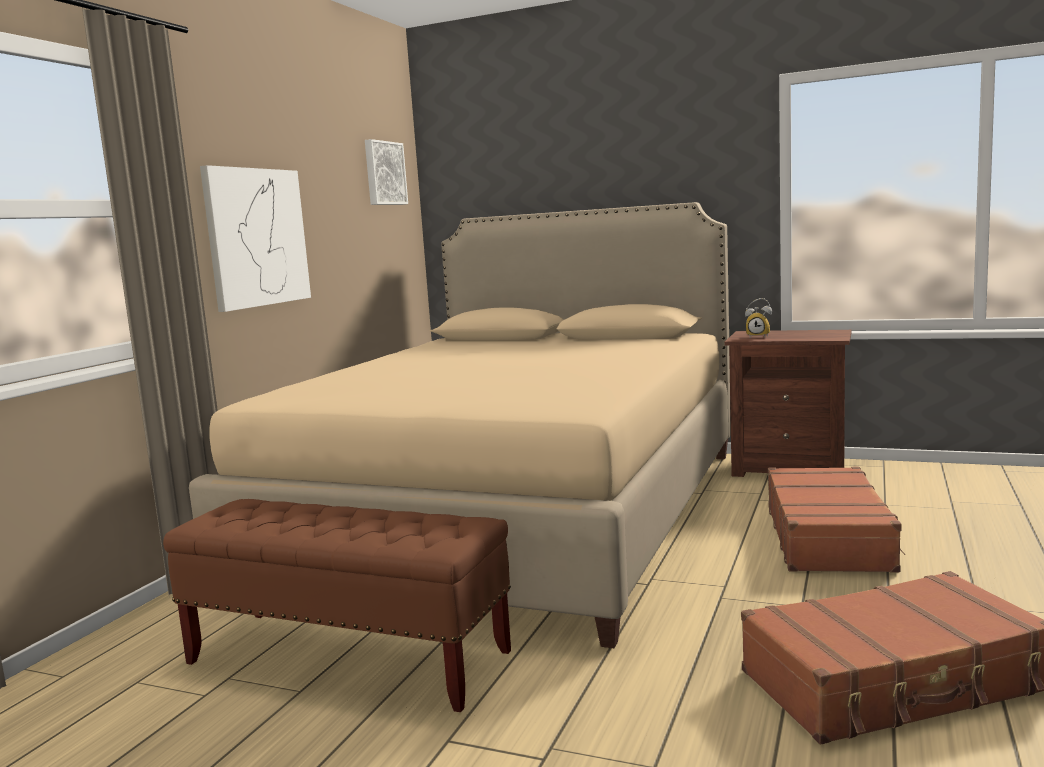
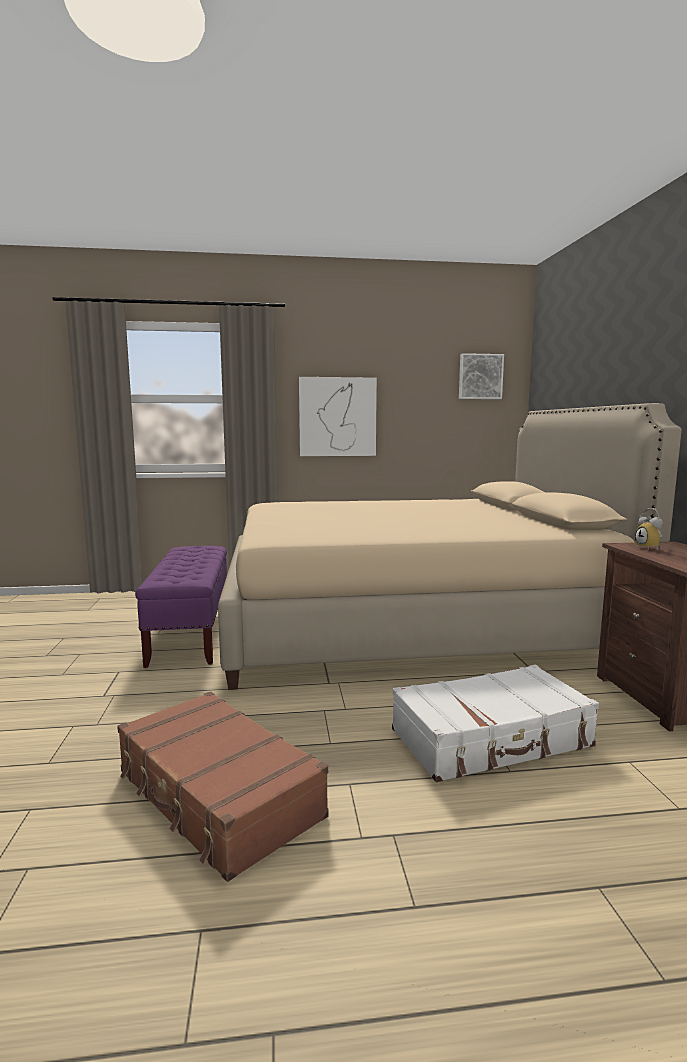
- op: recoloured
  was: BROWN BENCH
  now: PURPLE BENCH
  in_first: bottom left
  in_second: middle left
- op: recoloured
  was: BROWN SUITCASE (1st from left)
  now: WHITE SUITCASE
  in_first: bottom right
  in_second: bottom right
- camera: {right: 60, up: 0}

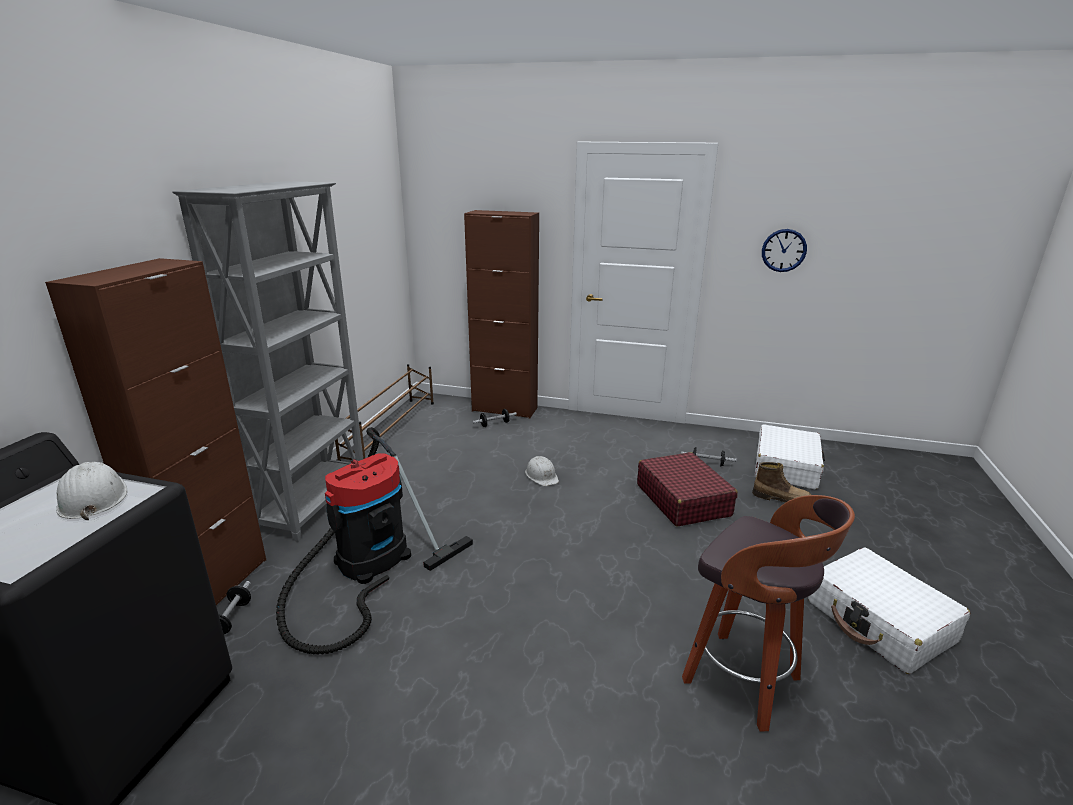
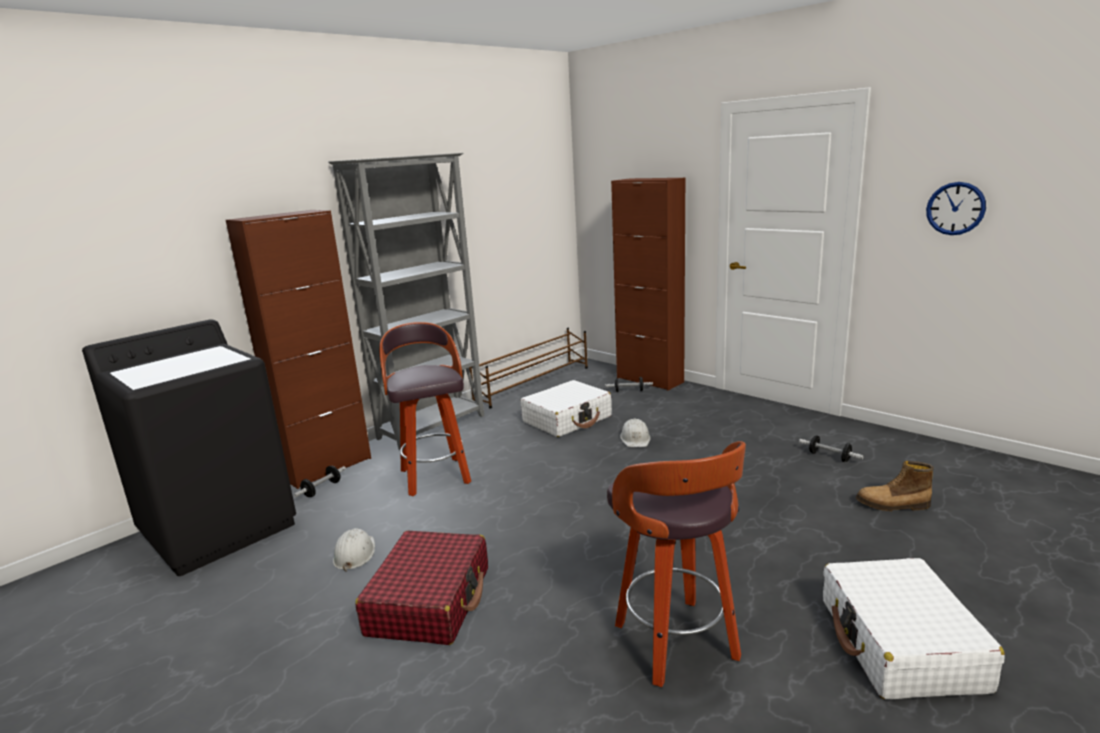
- op: moved
  was: WHITE HARD HAT (1st from left)
  in_first: middle left
  in_second: bottom left
- op: moved
  was: RED SUITCASE
  in_first: centre
  in_second: bottom centre
- op: moved
  was: WHITE SUITCASE (1st from left)
  in_first: middle right
  in_second: centre
- op: replaced
  was: VACUUM CLEANER
  now: STOOL (1st from left)
  in_first: bottom centre
  in_second: centre
- op: turned
  was: BOOT
  in_first: middle right
  in_second: middle right
  clockwise: 135
- camera: {right: 30, up: -5}

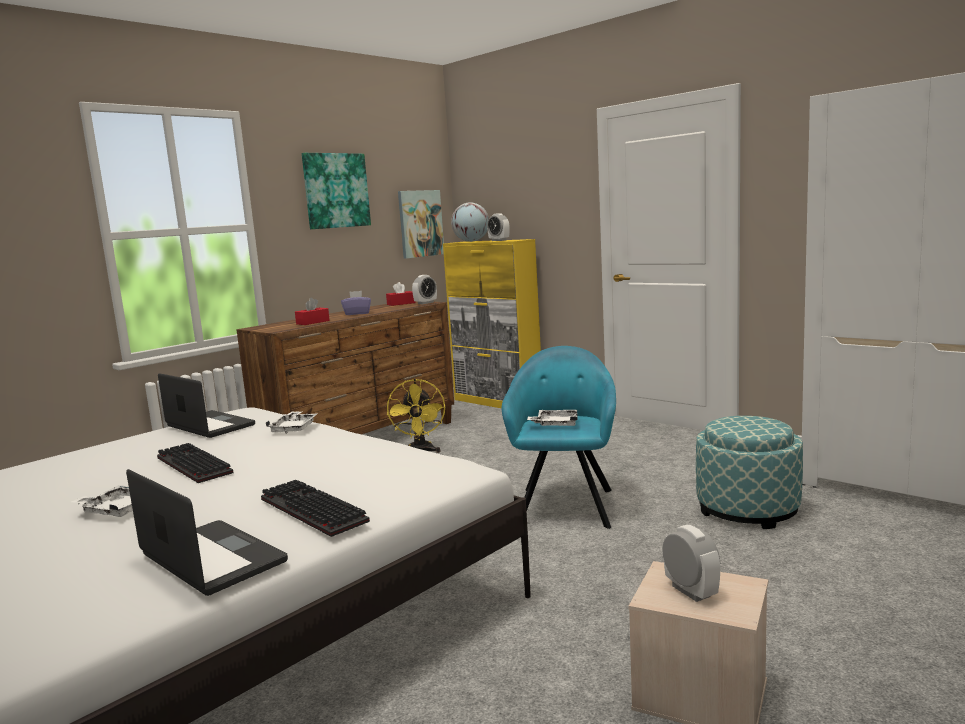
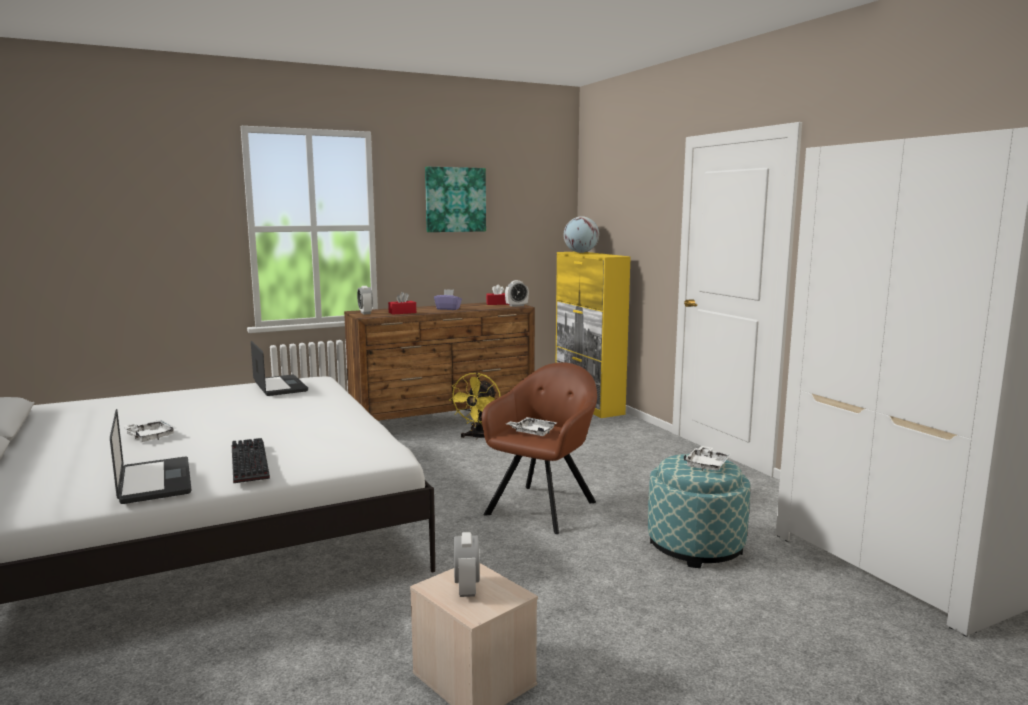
- op: removed
  was: KEYBOARD (1st from left)
  in_first: middle left
- op: removed
  was: PICTURE (2nd from left)
  in_first: top centre
- op: moved
  was: WHITE TRAY (2nd from left in the first image)
  now: WHITE TRAY (3rd from left)
  in_first: middle left
  in_second: middle right
- op: moved
  was: ALARM CLOCK (2nd from left in the first image)
  now: ALARM CLOCK (1st from left)
  in_first: top centre
  in_second: centre
- op: recoloured
  was: TURQUOISE ARMCHAIR
  now: BROWN ARMCHAIR
  in_first: centre
  in_second: centre
- camera: {right: 20, up: 0}

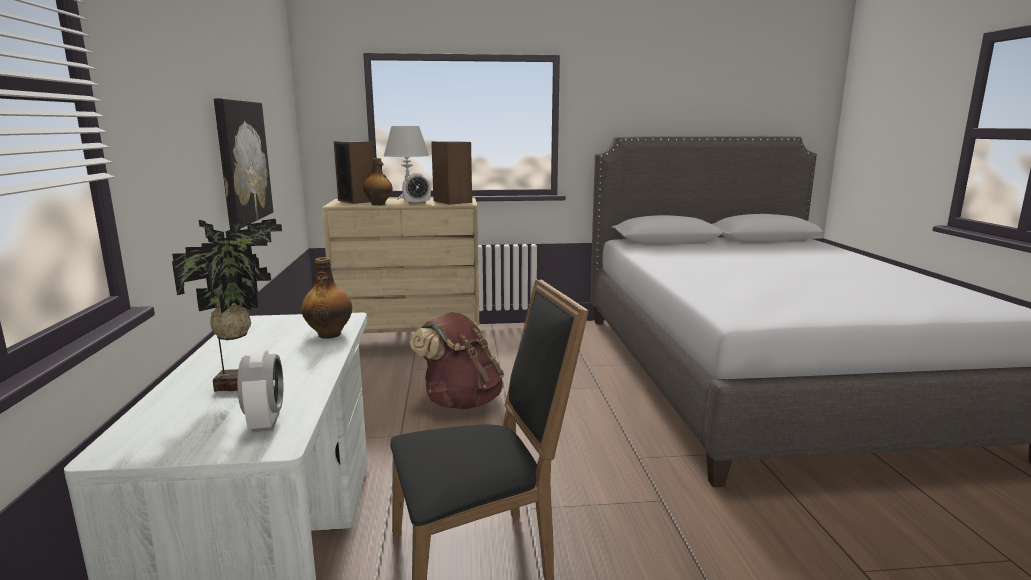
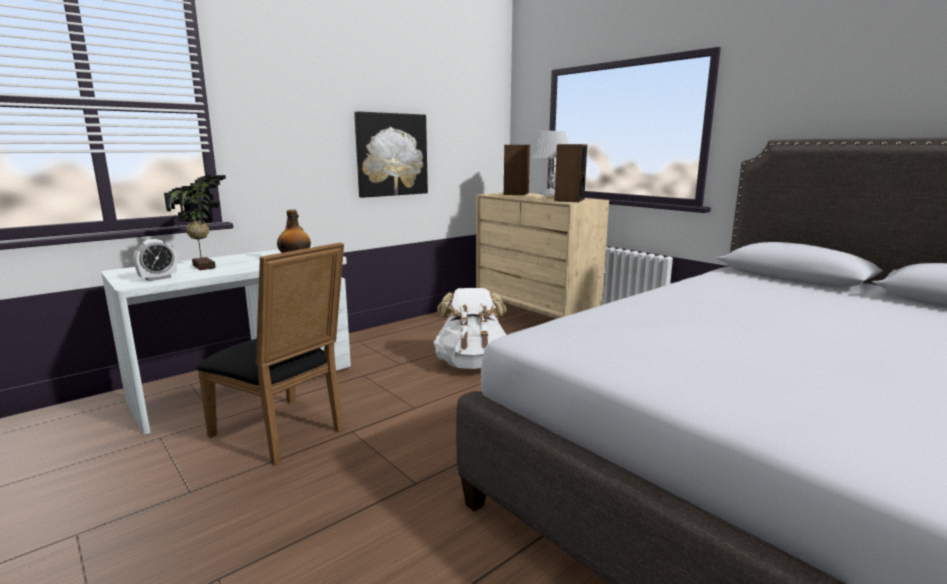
- op: removed
  was: BOTTLE (2nd from left)
  in_first: top centre
- op: removed
  was: ALARM CLOCK (2nd from left)
  in_first: top centre
- op: recoloured
  was: BROWN BACKPACK
  now: WHITE BACKPACK
  in_first: centre
  in_second: centre
- camera: {right: 55, up: 0}

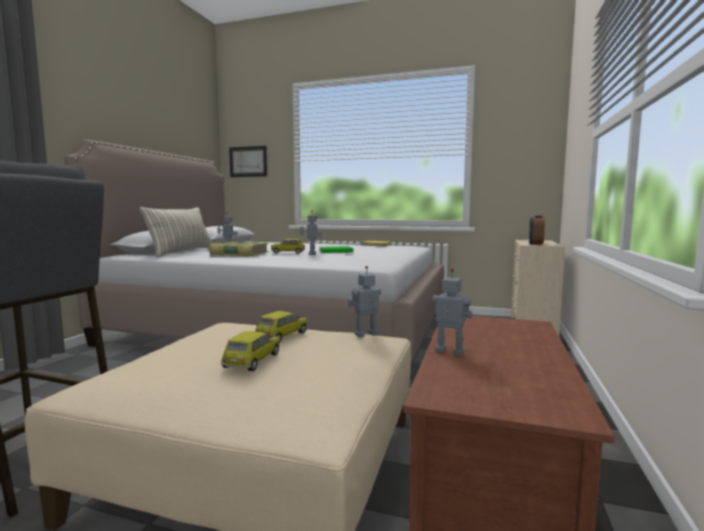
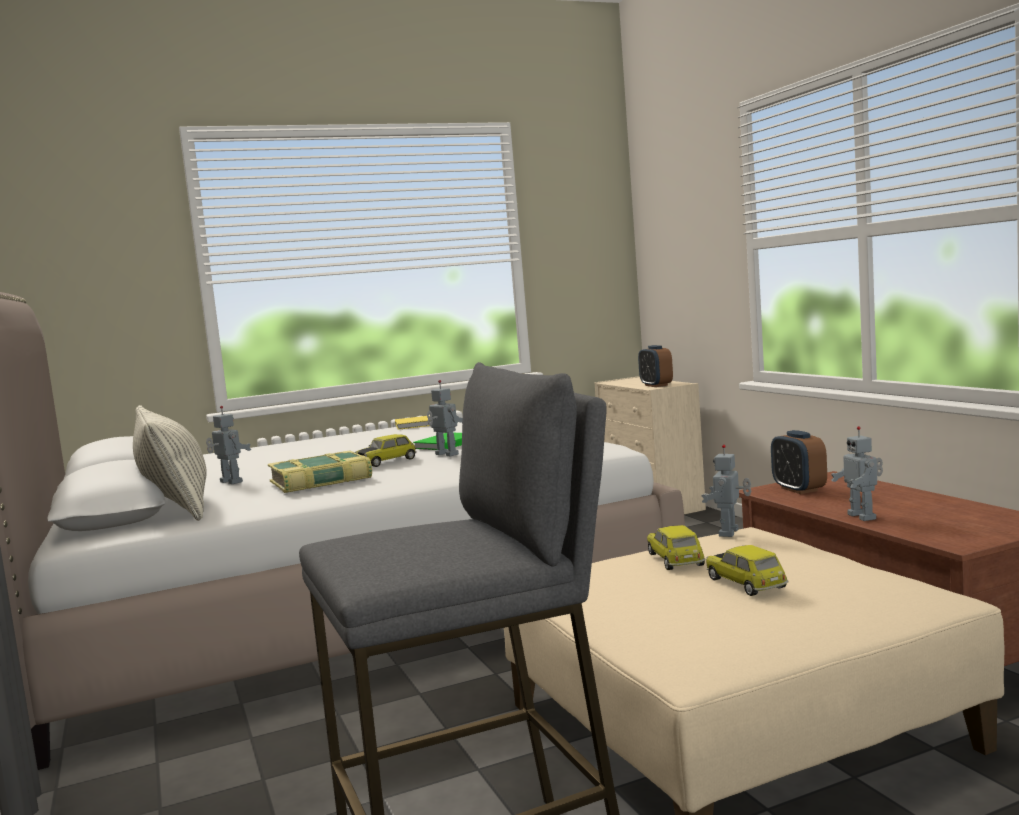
- op: removed
  was: PICTURE
  in_first: top centre
- op: added
  now: ALARM CLOCK (2nd from left)
  in_second: middle right
- op: turned
  was: TOY ROBOT (4th from left)
  in_first: centre
  in_second: middle right
  clockwise: -90
- camera: {right: -40, up: 0}

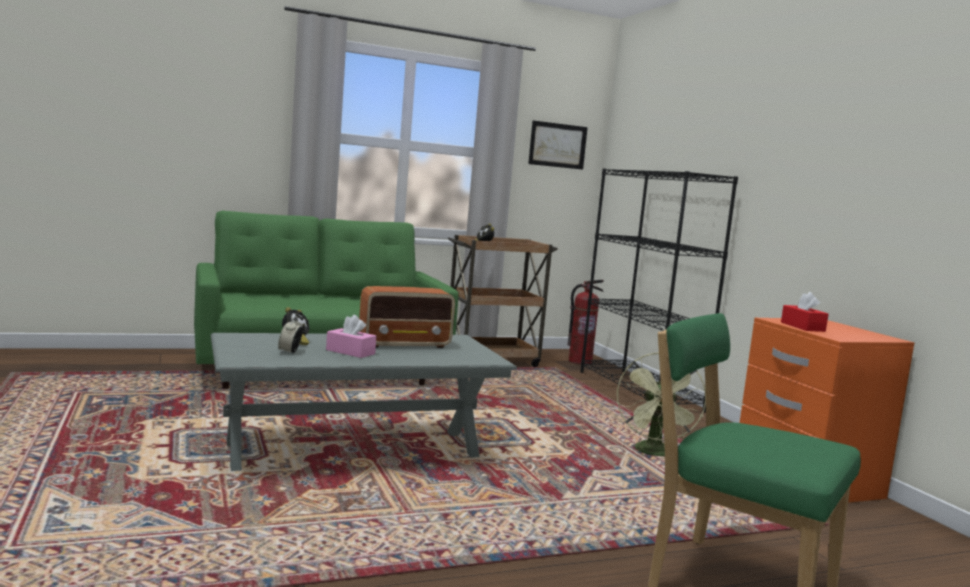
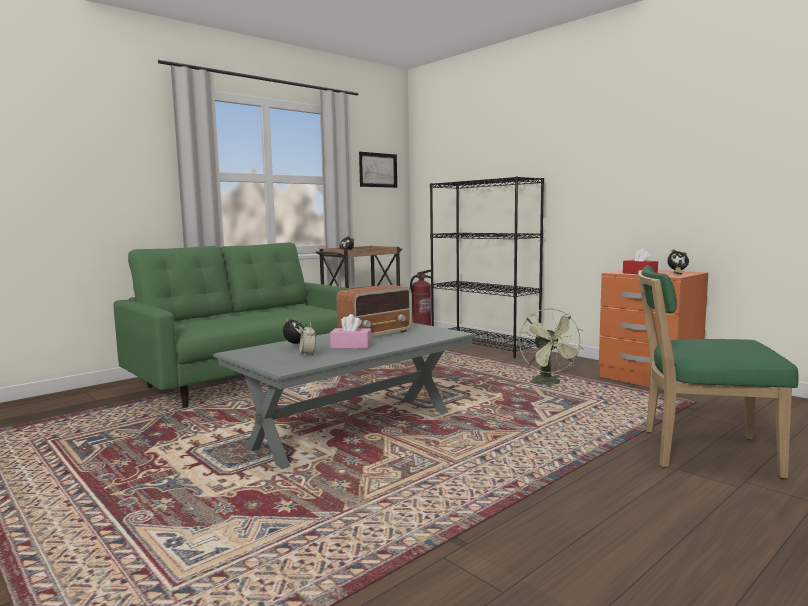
- op: added
  now: ALARM CLOCK (4th from left)
  in_second: middle right
- camera: {right: -20, up: 0}

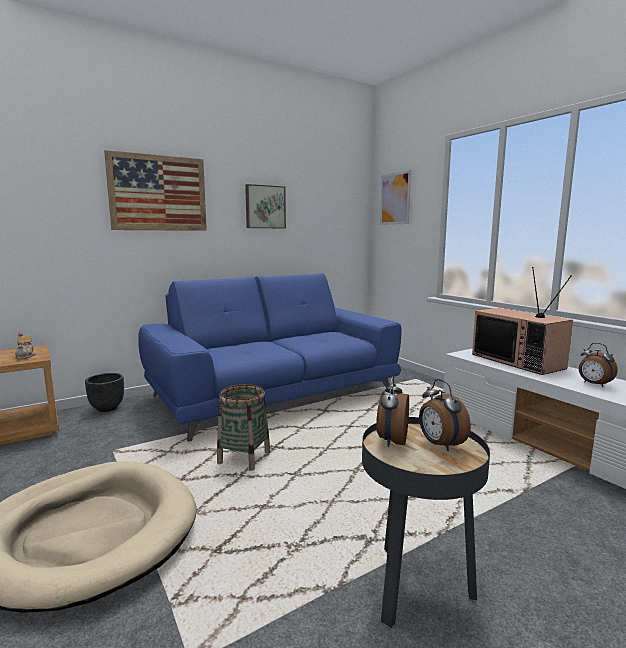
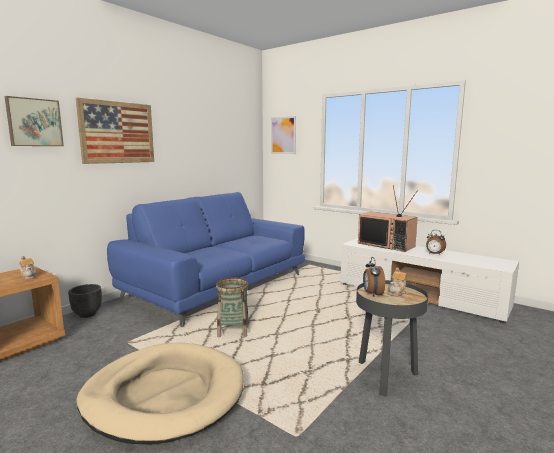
- op: moved
  was: PICTURE (2nd from left in the first image)
  now: PICTURE (1st from left)
  in_first: top centre
  in_second: top left
- op: replaced
  was: ALARM CLOCK (2nd from left)
  now: TEAPOT (2nd from left)
  in_first: middle right
  in_second: middle right
- camera: {right: -20, up: 0}

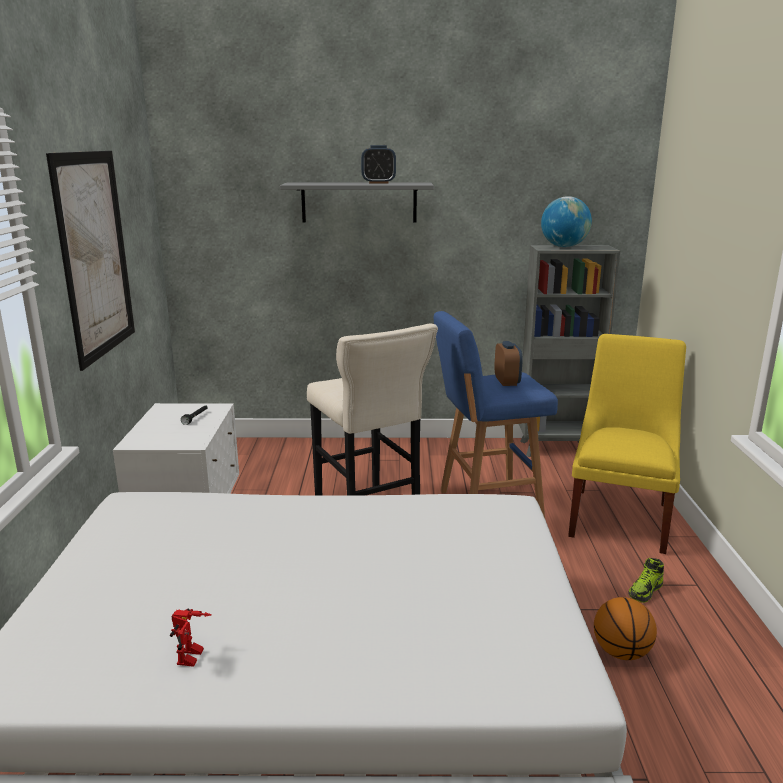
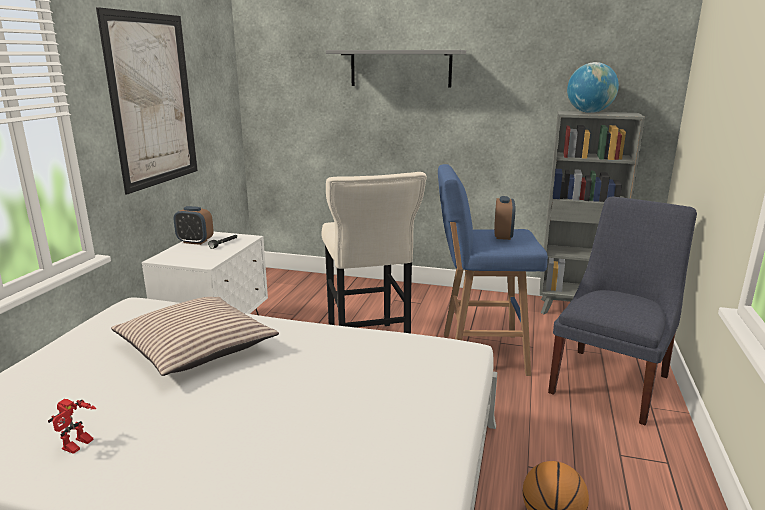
- op: removed
  was: SHOE
  in_first: bottom right
- op: added
  now: PILLOW
  in_second: middle left
- op: moved
  was: ALARM CLOCK (1st from left)
  in_first: top centre
  in_second: middle left
- op: recoloured
  was: YELLOW CHAIR
  now: BLUE CHAIR
  in_first: middle right
  in_second: middle right
- camera: {right: 15, up: 0}

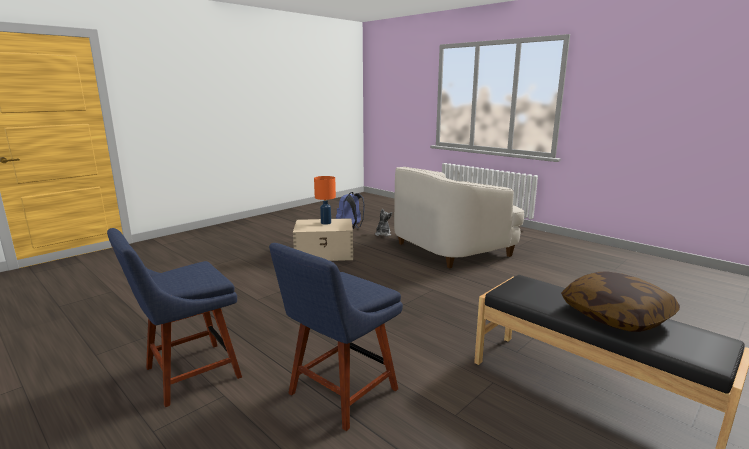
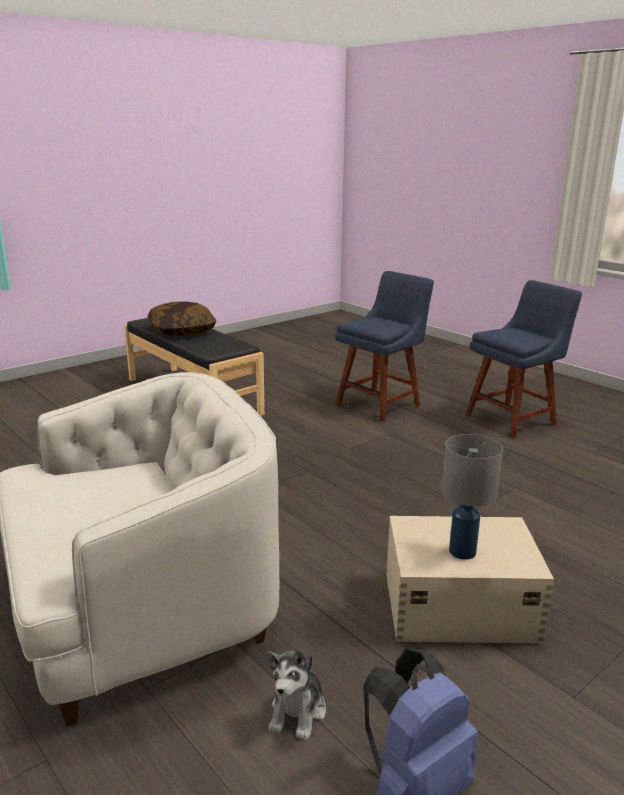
- op: recoloured
  was: ORANGE TABLE LAMP
  now: GREY TABLE LAMP
  in_first: centre
  in_second: middle right
- camera: {right: -175, up: 5}

